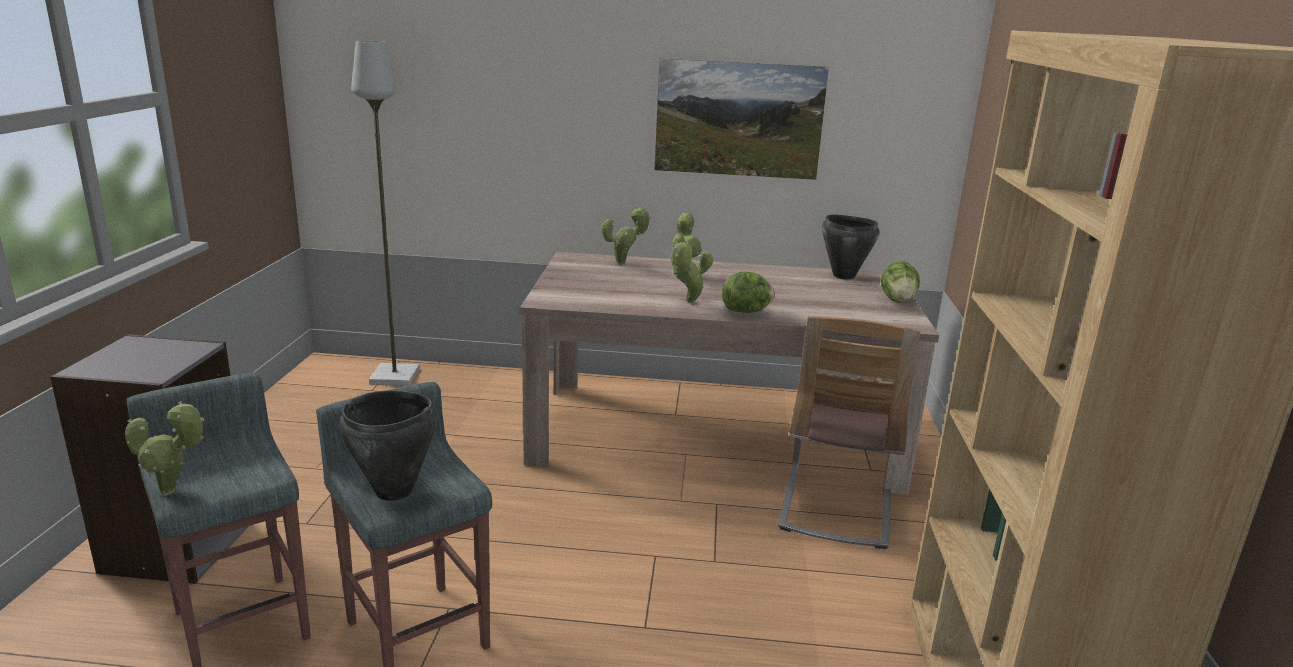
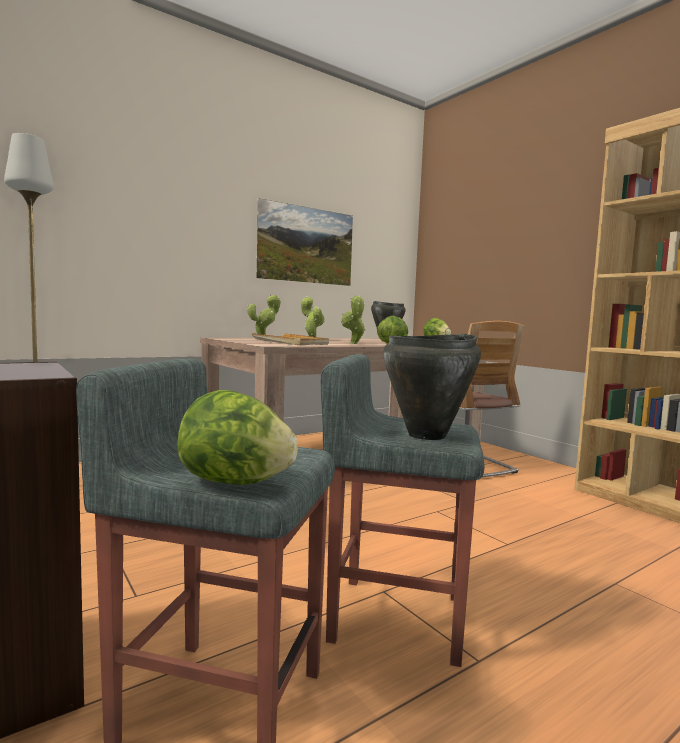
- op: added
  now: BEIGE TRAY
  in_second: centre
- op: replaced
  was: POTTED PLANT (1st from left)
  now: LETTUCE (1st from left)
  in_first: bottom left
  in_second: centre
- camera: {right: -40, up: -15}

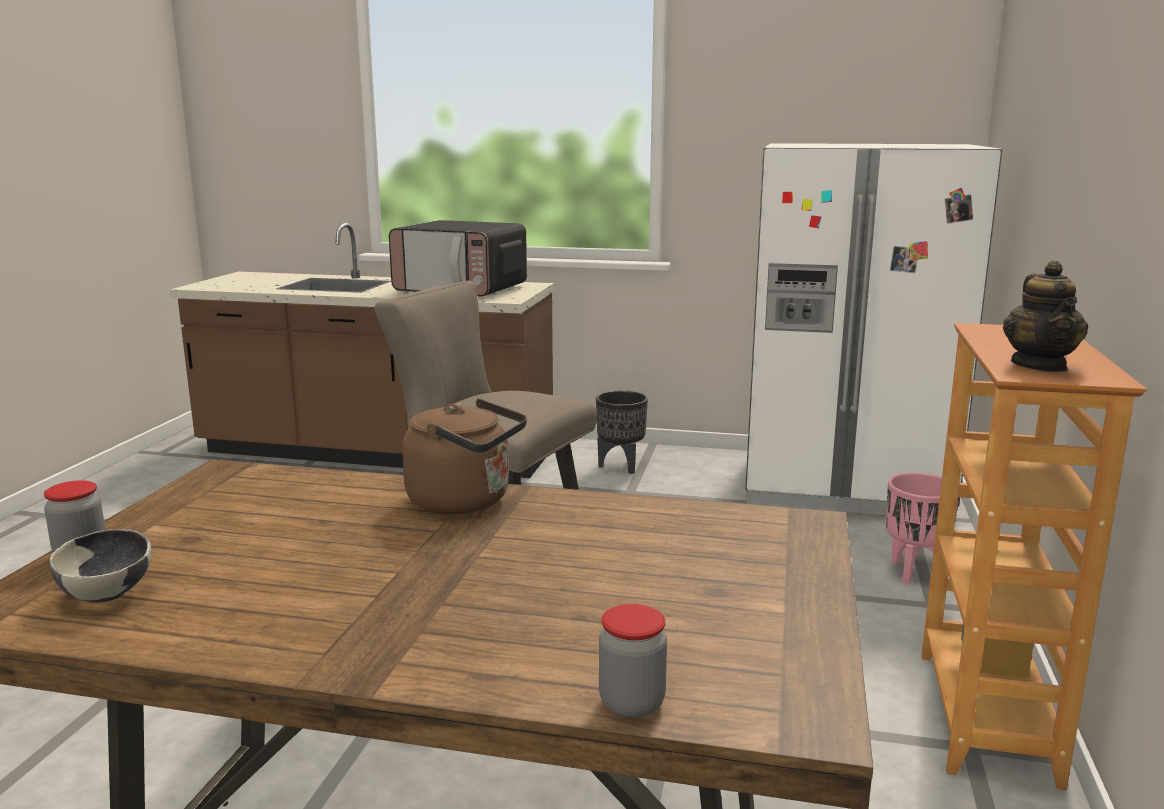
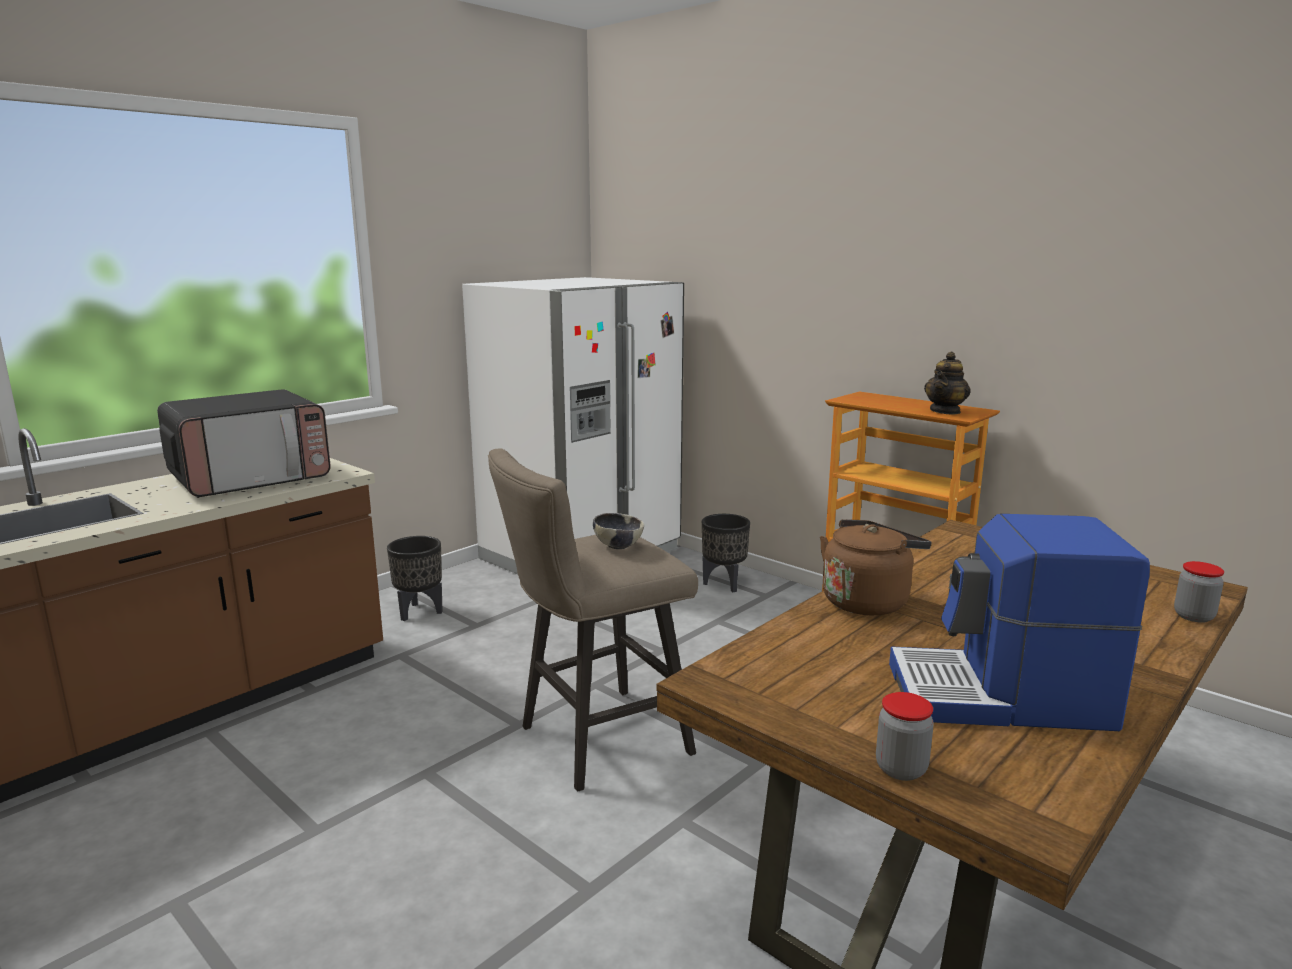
- op: added
  now: COFFEE MACHINE
  in_second: middle right
- op: moved
  was: BOWL
  in_first: bottom left
  in_second: centre
- op: recoloured
  was: PINK PLANTER
  now: BLACK PLANTER (2nd from left)
  in_first: middle right
  in_second: centre
- op: turned
  was: TEAPOT
  in_first: middle right
  in_second: middle right
  clockwise: 90
- camera: {right: -60, up: 0}

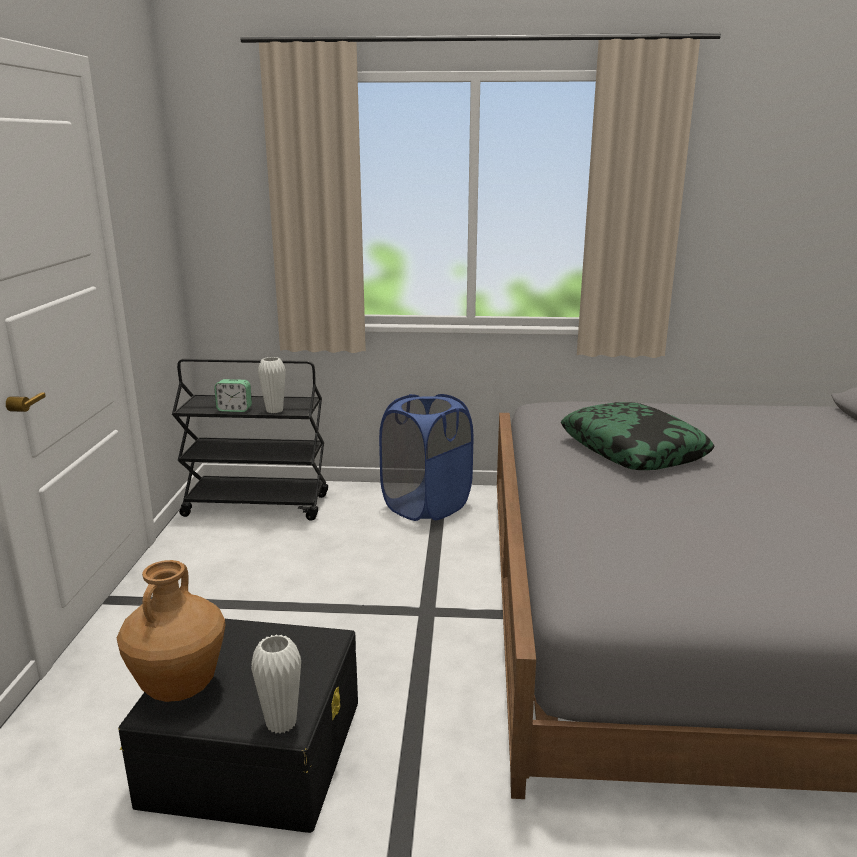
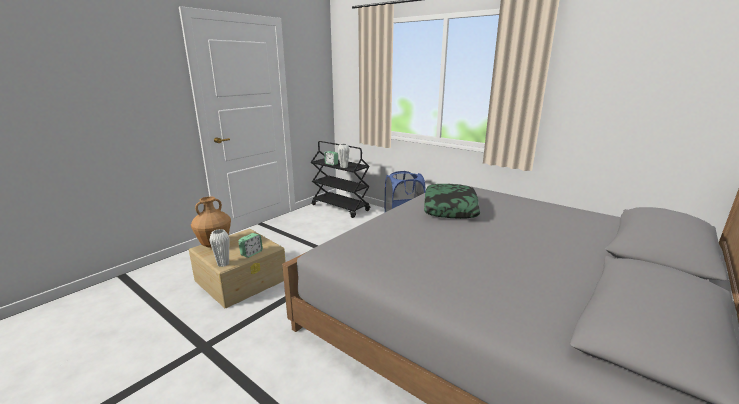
- op: added
  now: ALARM CLOCK (1st from left)
  in_second: centre
- op: recoloured
  was: BLACK STORAGE BOX
  now: BEIGE STORAGE BOX
  in_first: bottom left
  in_second: middle left
- camera: {right: 35, up: 0}

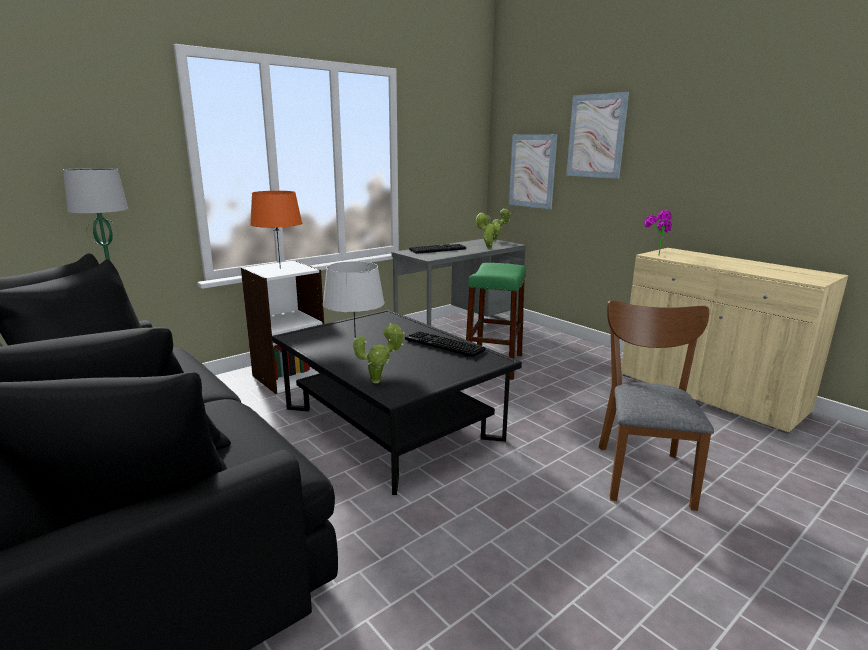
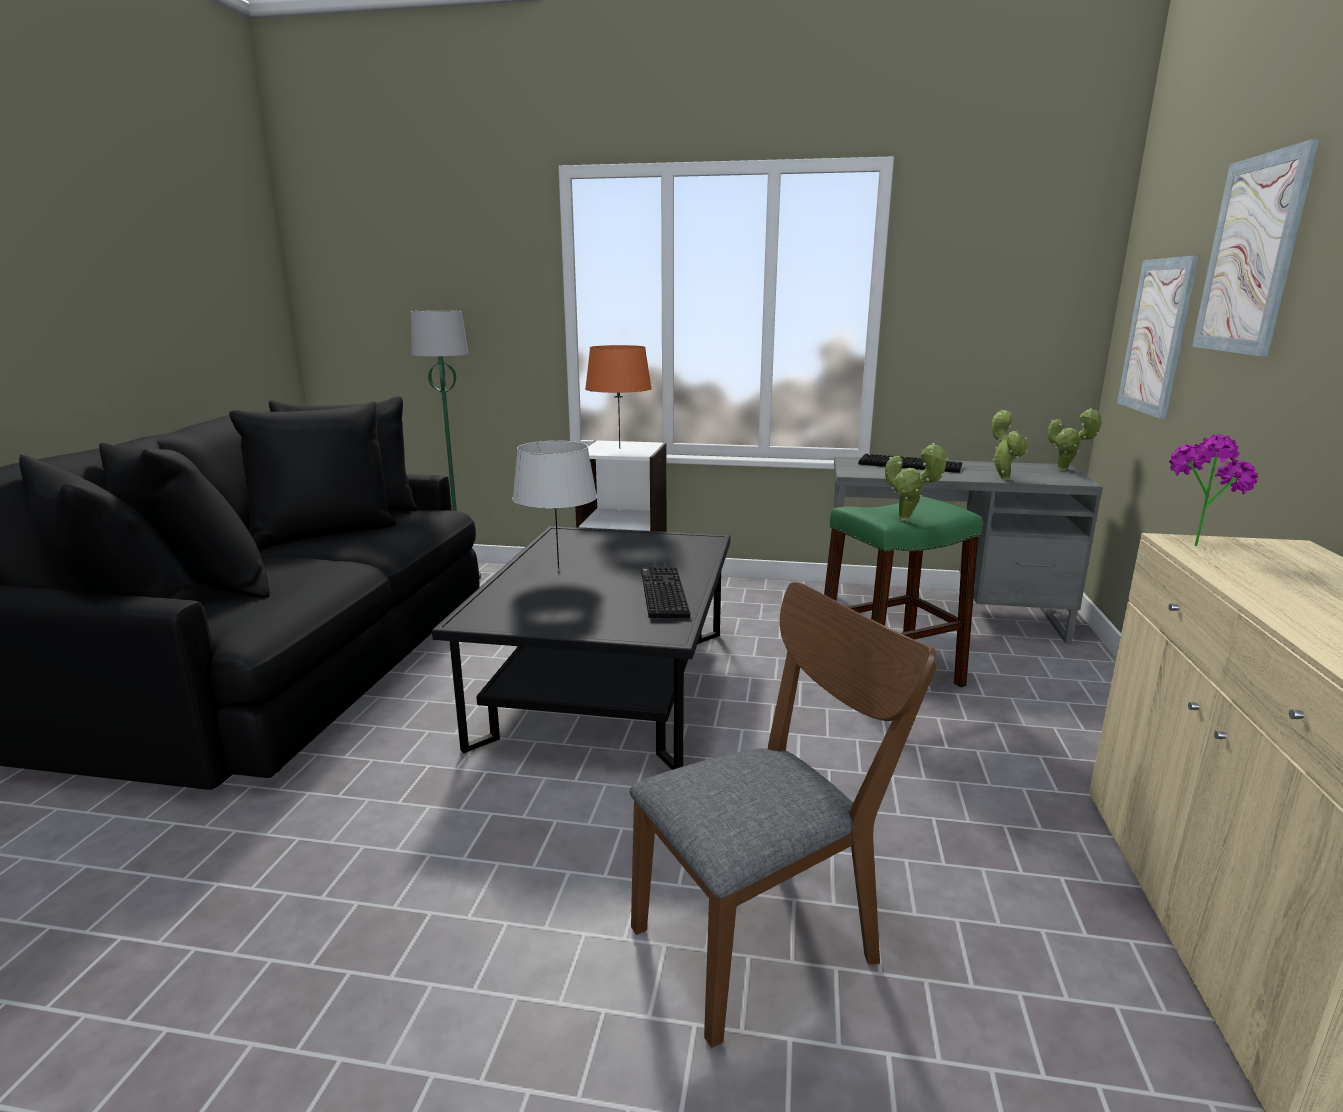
- op: moved
  was: POTTED PLANT (1st from left)
  in_first: centre
  in_second: middle right
- camera: {right: 50, up: 0}

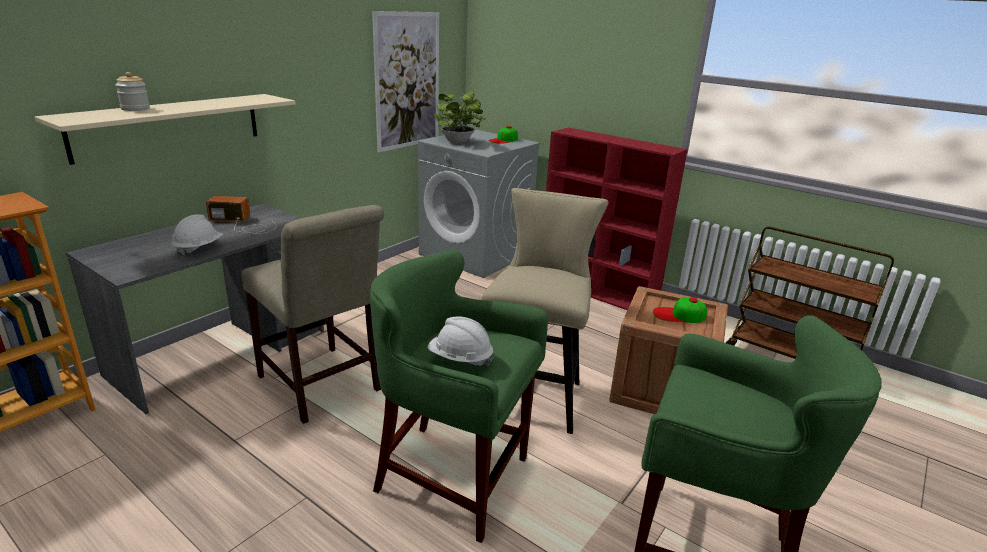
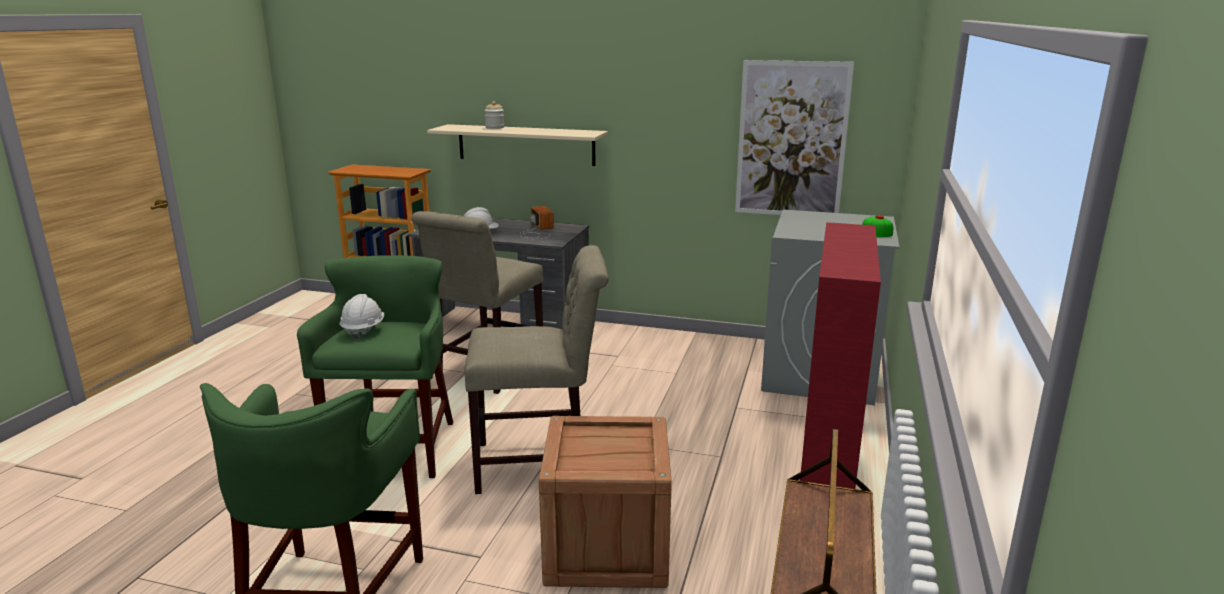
- op: removed
  was: POTTED PLANT
  in_first: top centre
- op: removed
  was: CAP (2nd from left)
  in_first: middle right
- op: replaced
  was: BEIGE STOOL
  now: BEIGE CHAIR (2nd from left)
  in_first: centre
  in_second: centre
- camera: {right: 70, up: -5}

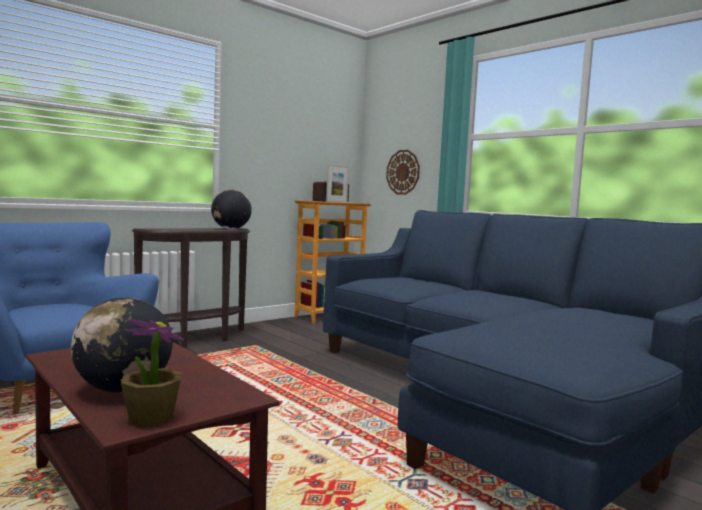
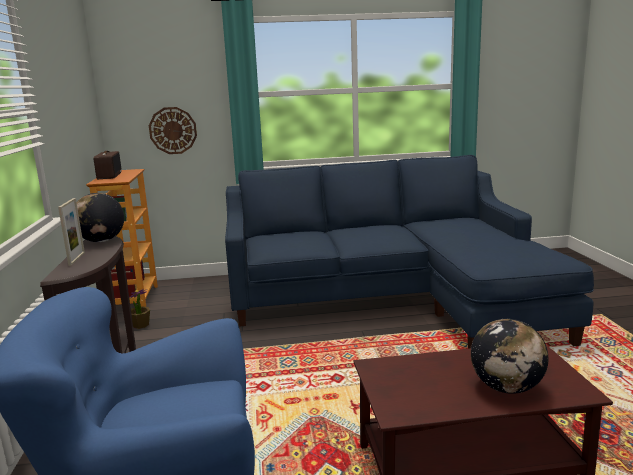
- op: moved
  was: POTTED PLANT
  in_first: bottom left
  in_second: middle left
- op: moved
  was: PICTURE FRAME
  in_first: centre
  in_second: middle left
- camera: {right: -55, up: 10}

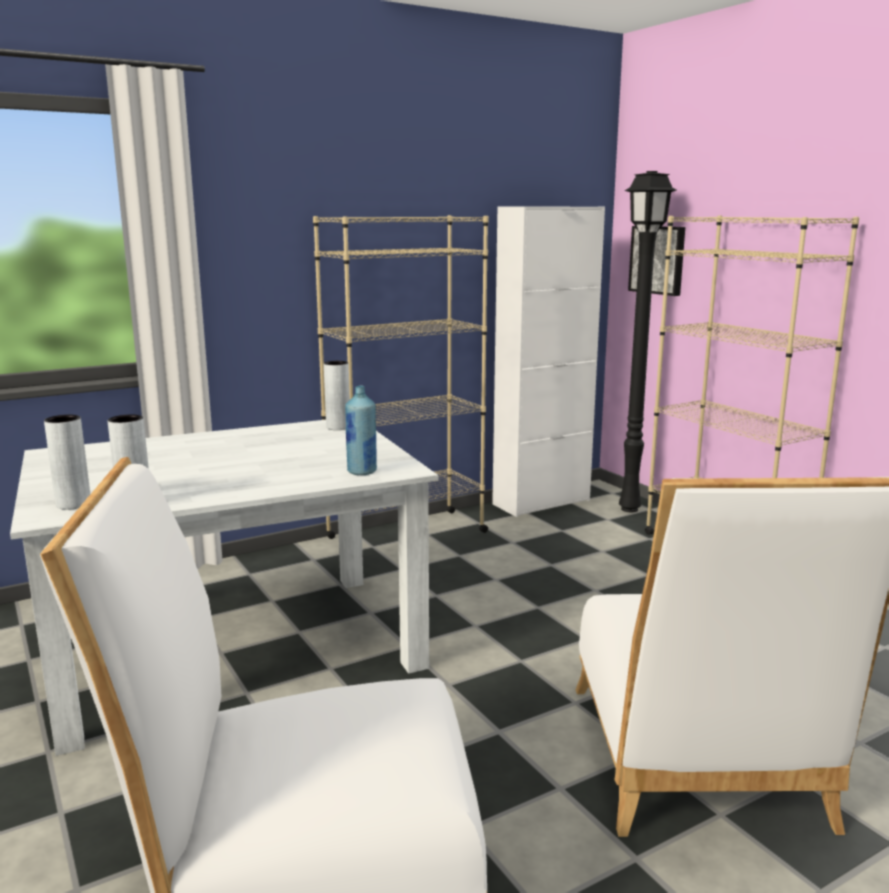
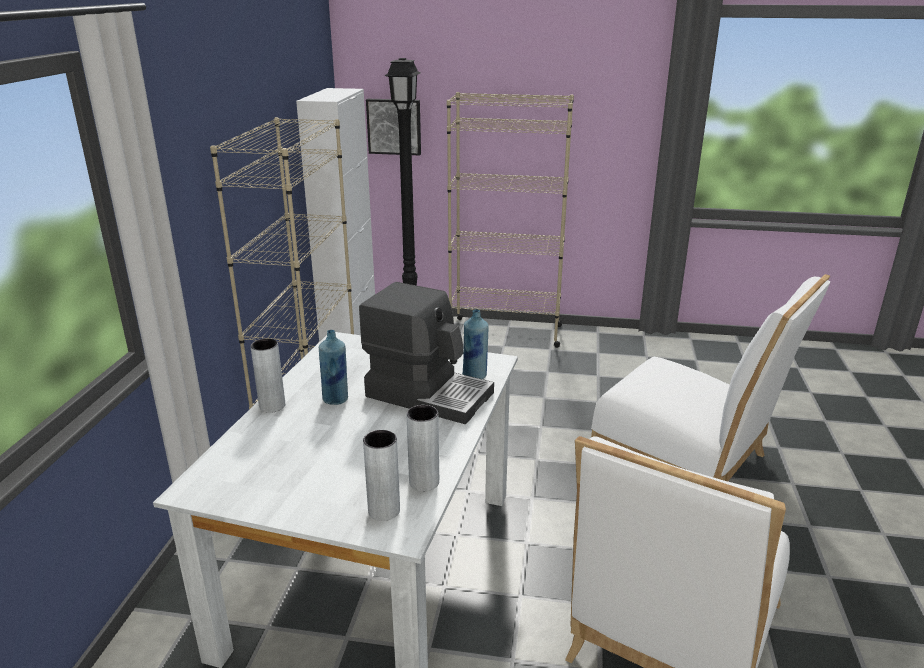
- op: added
  now: BLUE BOTTLE (1st from left)
  in_second: centre
- op: added
  now: COFFEE MACHINE
  in_second: centre
- op: moved
  was: GREY VASE (3rd from left in the first image)
  now: GREY VASE (1st from left)
  in_first: centre
  in_second: middle left
- camera: {right: -50, up: 10}

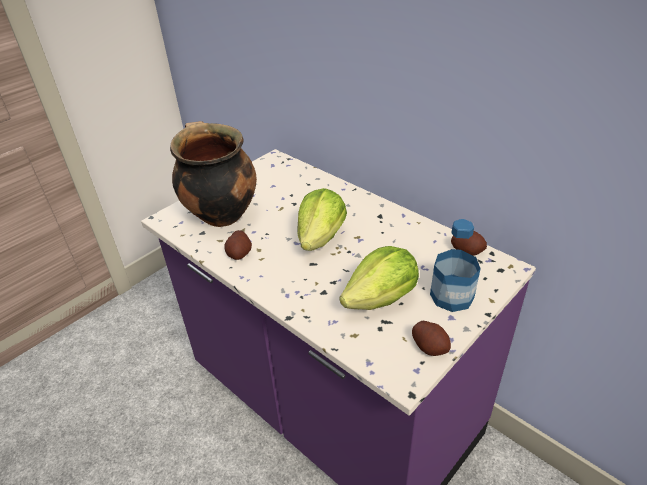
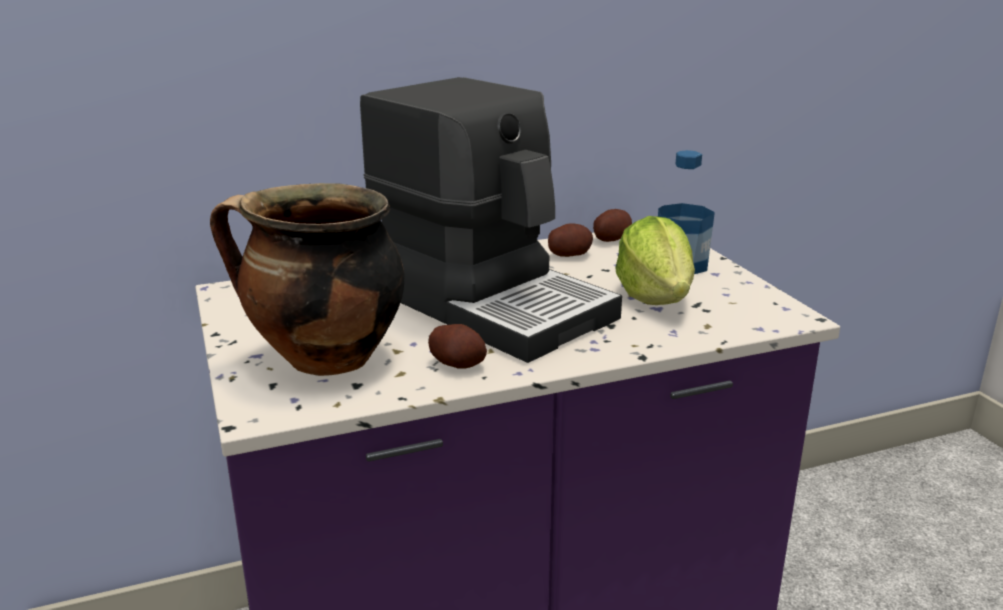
- op: moved
  was: POTATO (2nd from left)
  in_first: bottom centre
  in_second: centre
- op: replaced
  was: LETTUCE (1st from left)
  now: COFFEE MACHINE
  in_first: centre
  in_second: centre
- camera: {right: -65, up: -15}

